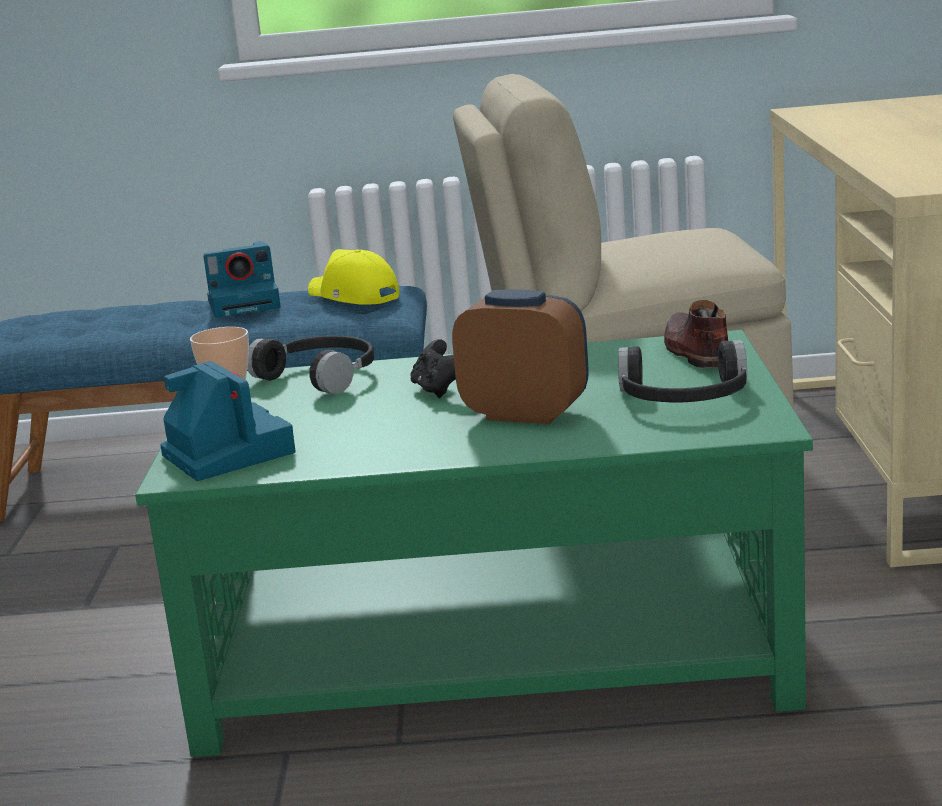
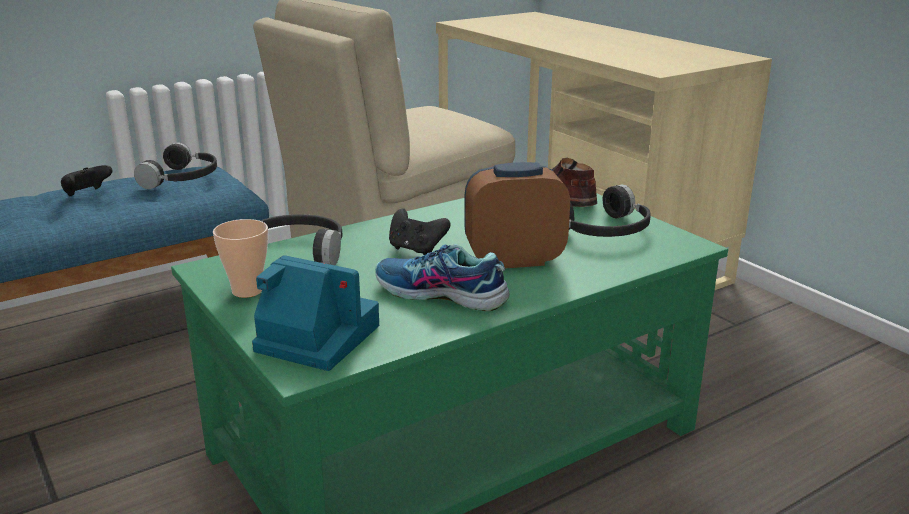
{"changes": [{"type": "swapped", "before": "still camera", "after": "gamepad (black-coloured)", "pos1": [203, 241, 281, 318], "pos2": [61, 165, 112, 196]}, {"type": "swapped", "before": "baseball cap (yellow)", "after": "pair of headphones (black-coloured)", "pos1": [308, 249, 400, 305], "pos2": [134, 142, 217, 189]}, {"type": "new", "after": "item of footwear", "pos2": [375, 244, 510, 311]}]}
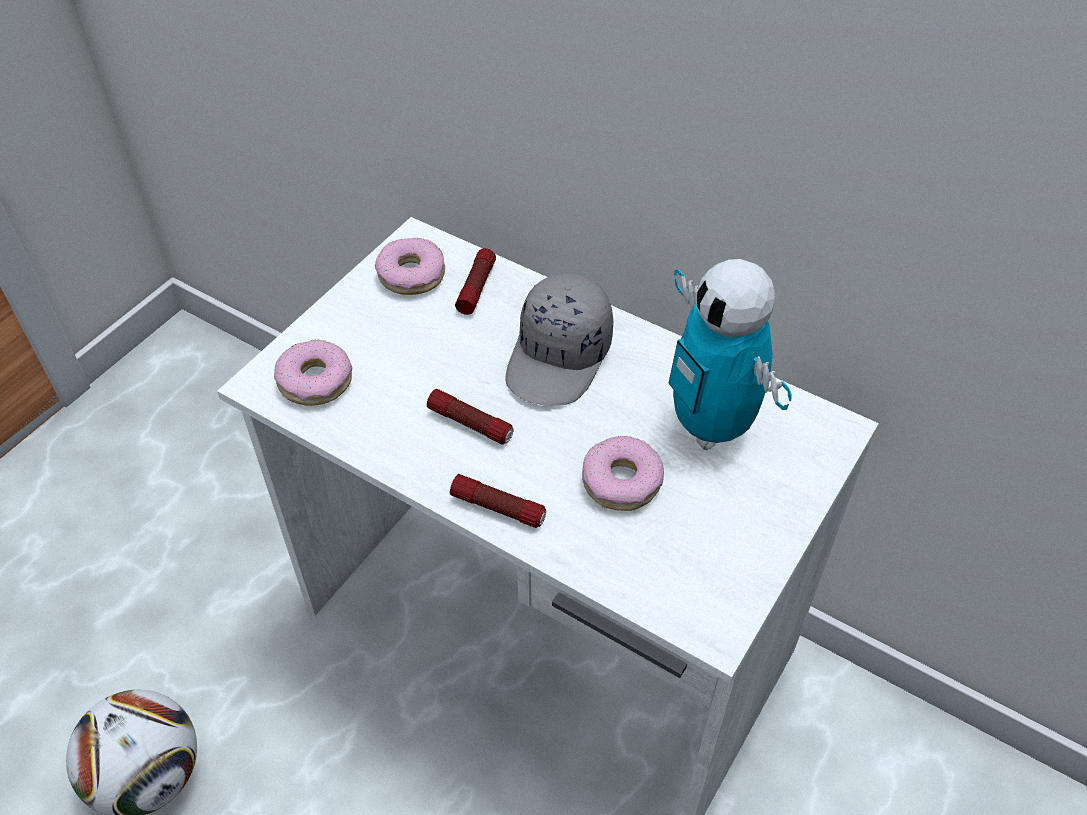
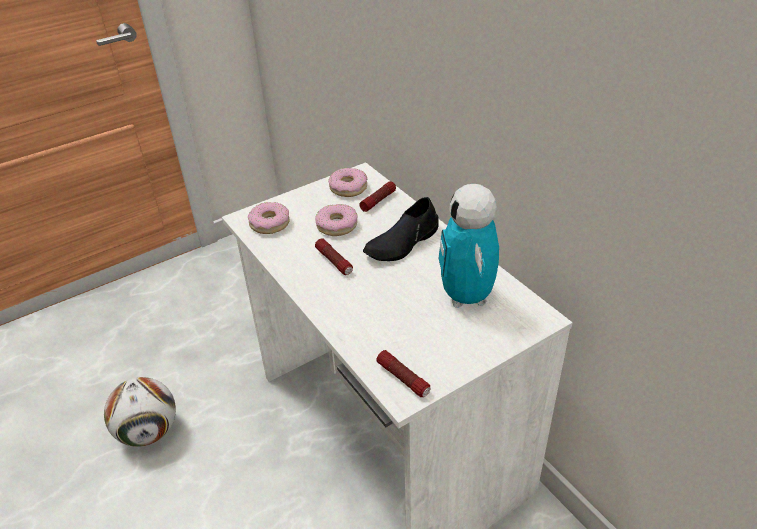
{"changes": [{"type": "shifted", "before": "doughnut", "pos1": [582, 436, 664, 511], "pos2": [315, 204, 358, 236]}, {"type": "swapped", "before": "baseball cap (greyish)", "after": "item of footwear (black-coloured)", "pos1": [506, 273, 613, 406], "pos2": [363, 197, 439, 261]}, {"type": "shifted", "before": "flashlight", "pos1": [450, 474, 546, 528], "pos2": [376, 350, 431, 397]}]}
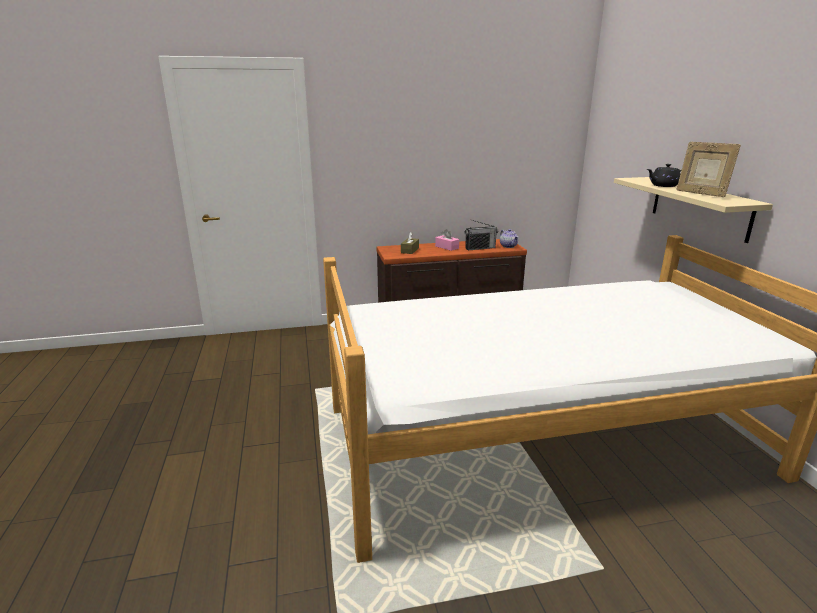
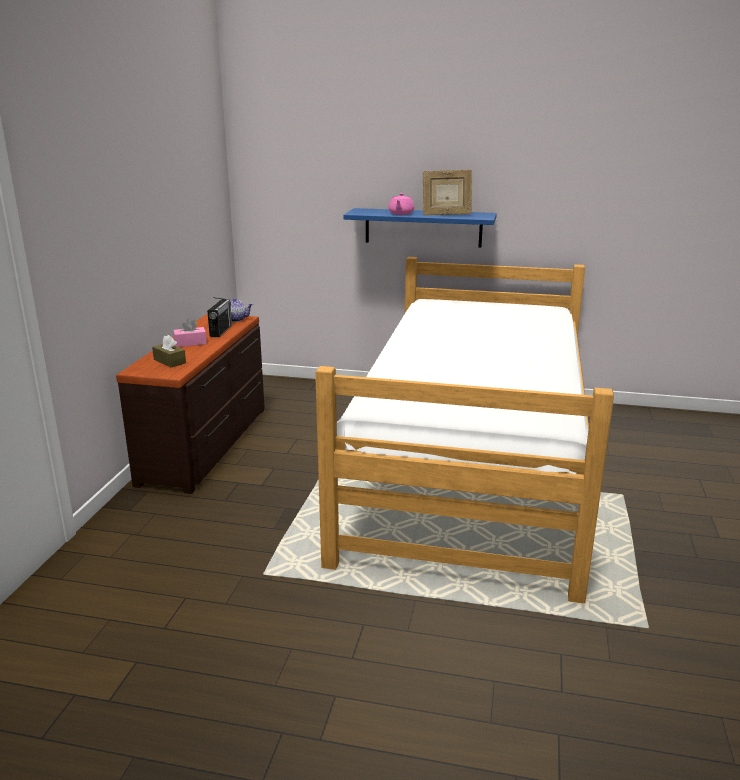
{"changes": [{"type": "repainted", "before": "wall shelf (beige)", "after": "wall shelf (bluish)", "pos1": [614, 177, 773, 243], "pos2": [343, 208, 497, 247]}, {"type": "repainted", "before": "pot for tea (black-coloured)", "after": "pot for tea (pink)", "pos1": [647, 164, 681, 187], "pos2": [389, 193, 414, 215]}]}
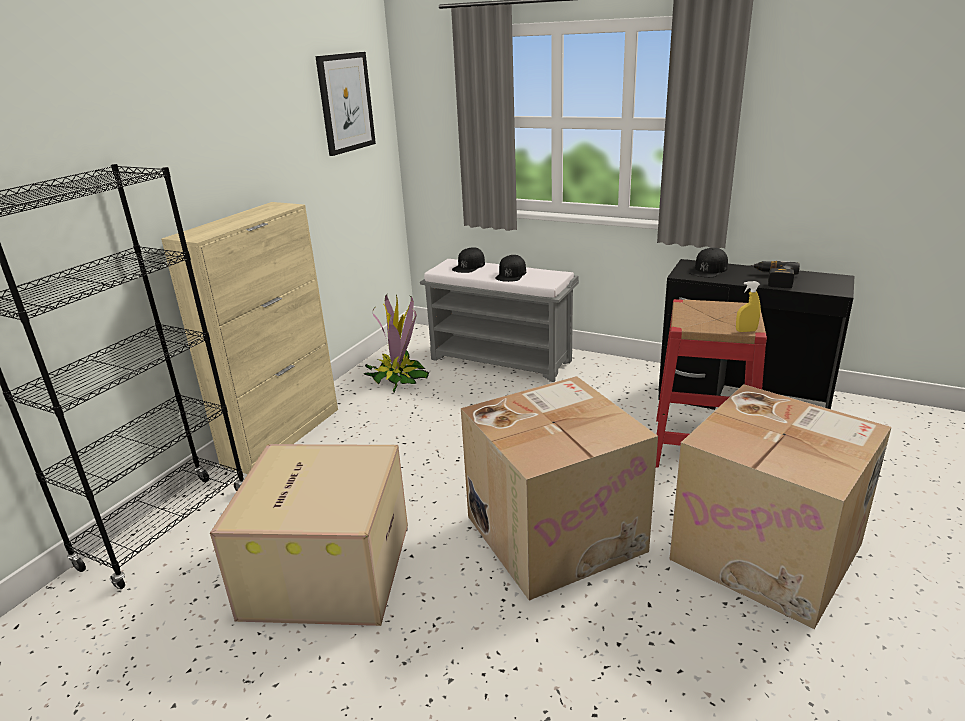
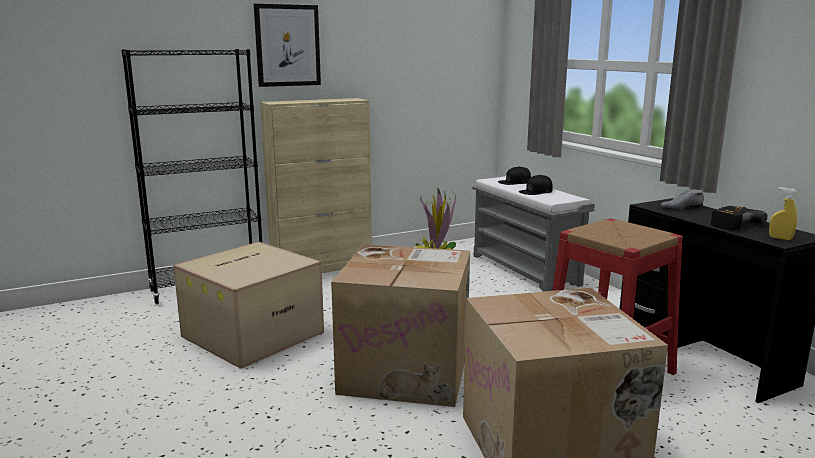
{"changes": [{"type": "shifted", "before": "wall picture", "pos1": [315, 52, 376, 156], "pos2": [254, 4, 321, 87]}, {"type": "swapped", "before": "baseball cap (black-coloured)", "after": "item of footwear (greyish)", "pos1": [689, 248, 728, 277], "pos2": [660, 190, 704, 210]}, {"type": "shifted", "before": "spray bottle (yellow)", "pos1": [736, 281, 761, 332], "pos2": [769, 187, 797, 240]}]}
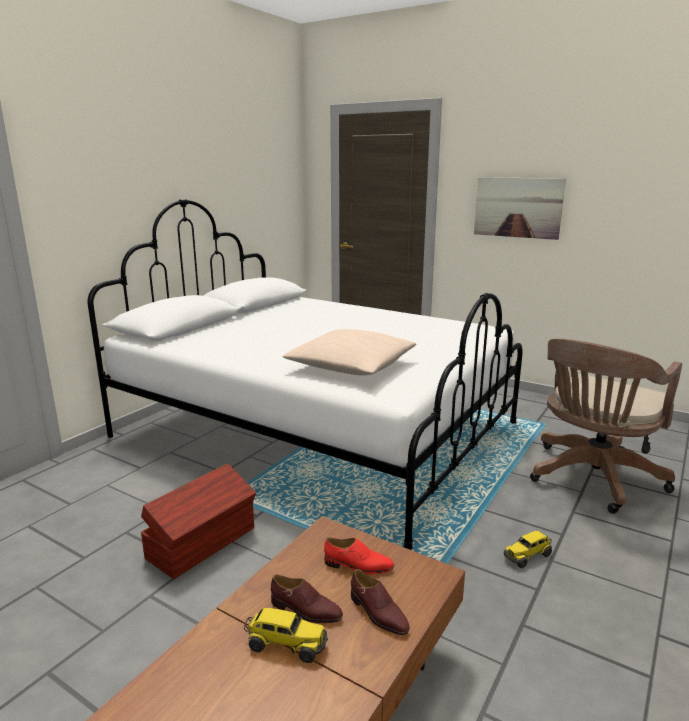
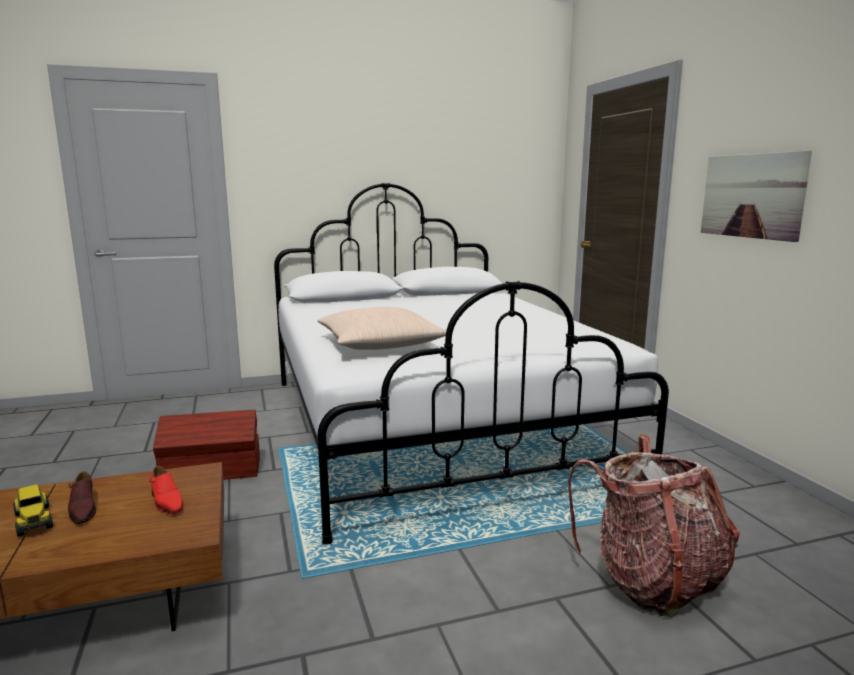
{"changes": [{"type": "swapped", "before": "desk chair (brown)", "after": "rucksack", "pos1": [530, 339, 682, 514], "pos2": [567, 434, 740, 617]}, {"type": "gone", "before": "item of footwear (brown)", "pos1": [351, 569, 410, 635]}, {"type": "gone", "before": "model truck", "pos1": [504, 531, 552, 568]}]}
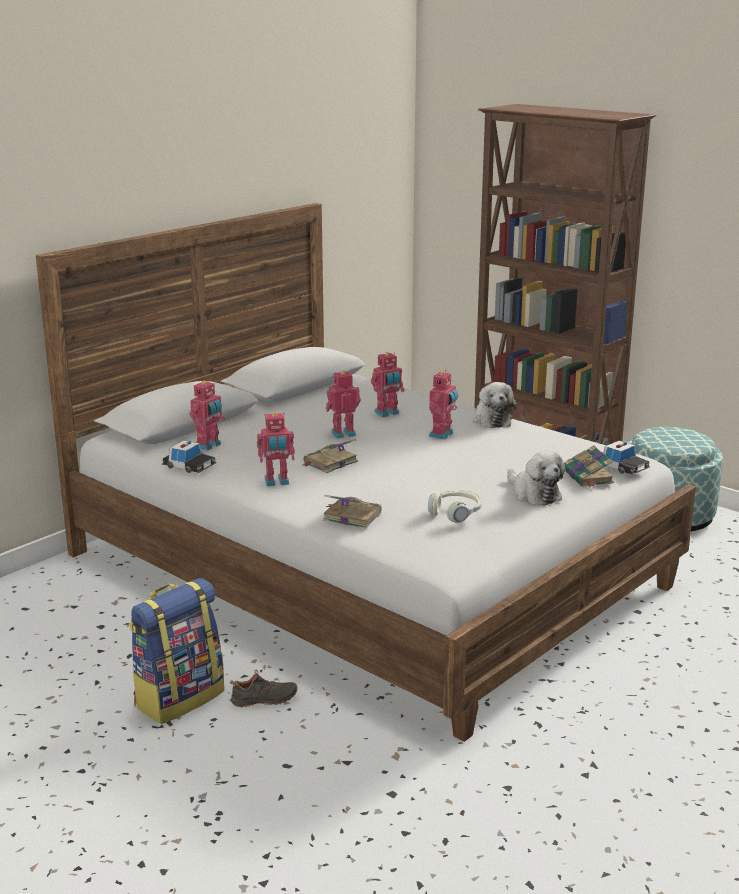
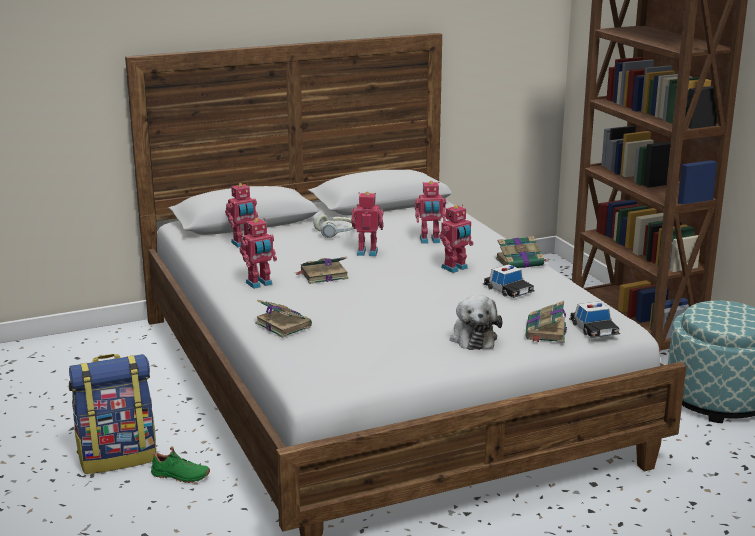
{"changes": [{"type": "repainted", "before": "item of footwear (black-coloured)", "after": "item of footwear (green-coloured)", "pos1": [230, 670, 297, 707], "pos2": [151, 446, 210, 483]}, {"type": "rotated", "before": "robot figure", "pos1": [257, 412, 295, 486], "pos2": [240, 218, 277, 289], "turn": -45}, {"type": "shifted", "before": "pair of headphones", "pos1": [428, 491, 482, 523], "pos2": [313, 214, 354, 238]}, {"type": "shifted", "before": "toy car", "pos1": [162, 440, 217, 473], "pos2": [483, 264, 535, 298]}, {"type": "swapped", "before": "cuddly toy", "after": "bound book", "pos1": [473, 382, 517, 428], "pos2": [496, 236, 547, 268]}]}
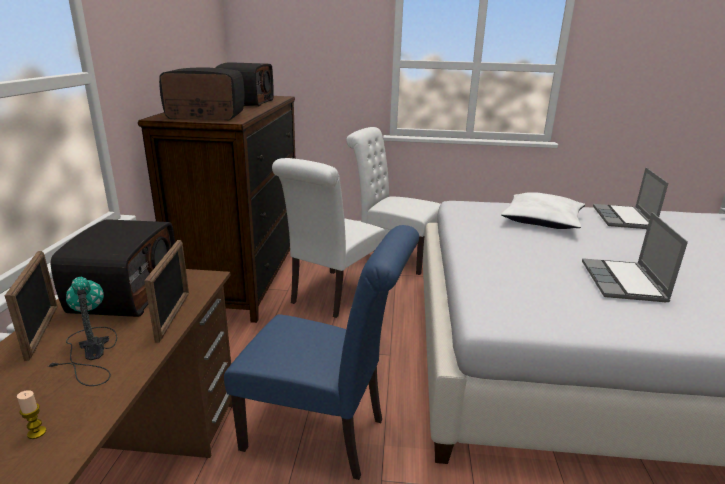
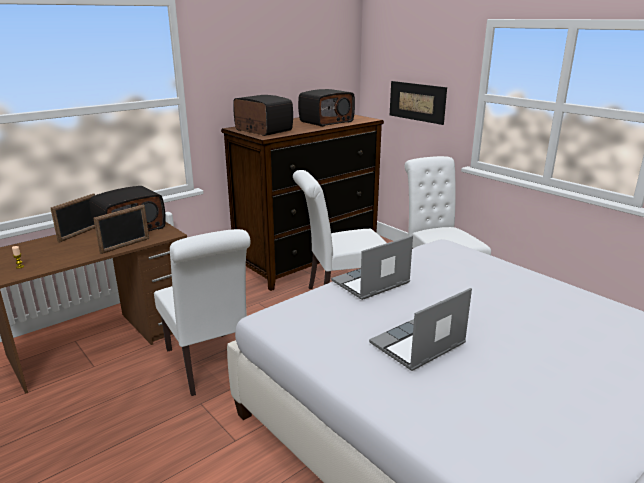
{"changes": [{"type": "repainted", "before": "upright chair (bluish)", "after": "upright chair (whitish)", "pos1": [224, 225, 419, 480], "pos2": [154, 229, 251, 396]}, {"type": "shifted", "before": "laptop", "pos1": [593, 168, 669, 229], "pos2": [331, 236, 413, 300]}, {"type": "new", "after": "wall picture", "pos2": [390, 81, 447, 125]}, {"type": "gone", "before": "tabletop lamp", "pos1": [49, 277, 117, 386]}, {"type": "gone", "before": "cushion (whitish)", "pos1": [501, 192, 585, 229]}]}
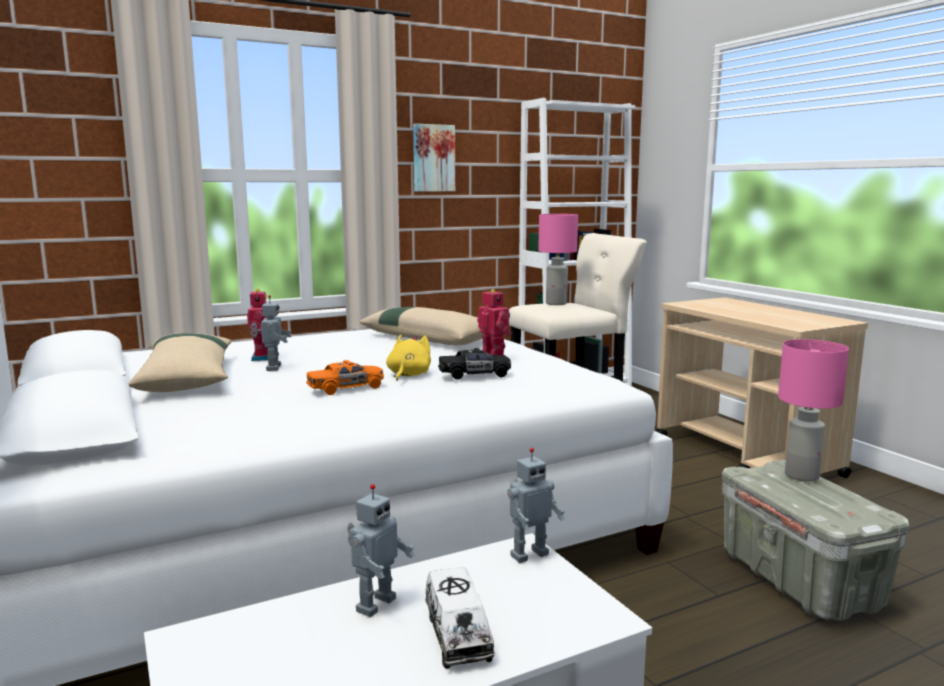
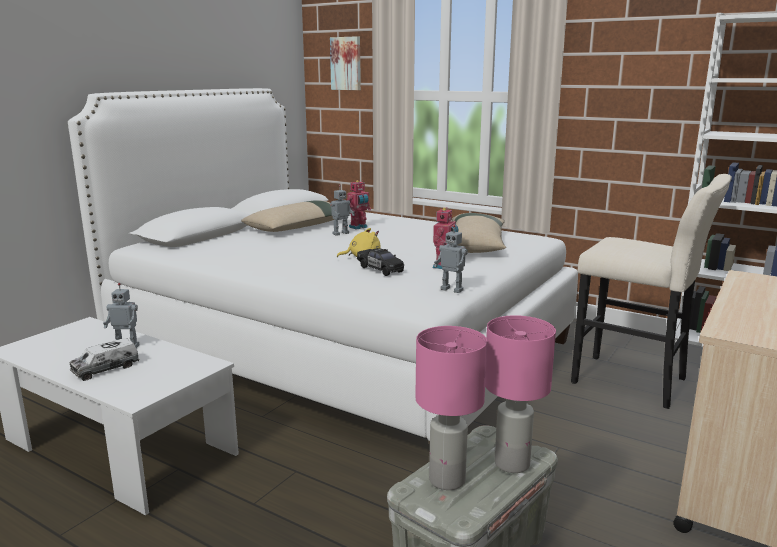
{"changes": [{"type": "shifted", "before": "wall picture", "pos1": [413, 124, 455, 191], "pos2": [330, 36, 361, 90]}, {"type": "shifted", "before": "tabletop lamp (pink)", "pos1": [538, 214, 578, 305], "pos2": [415, 326, 487, 490]}, {"type": "shifted", "before": "robot figure", "pos1": [507, 448, 565, 563], "pos2": [434, 225, 468, 293]}, {"type": "gone", "before": "toy car (orange)", "pos1": [306, 360, 384, 395]}]}
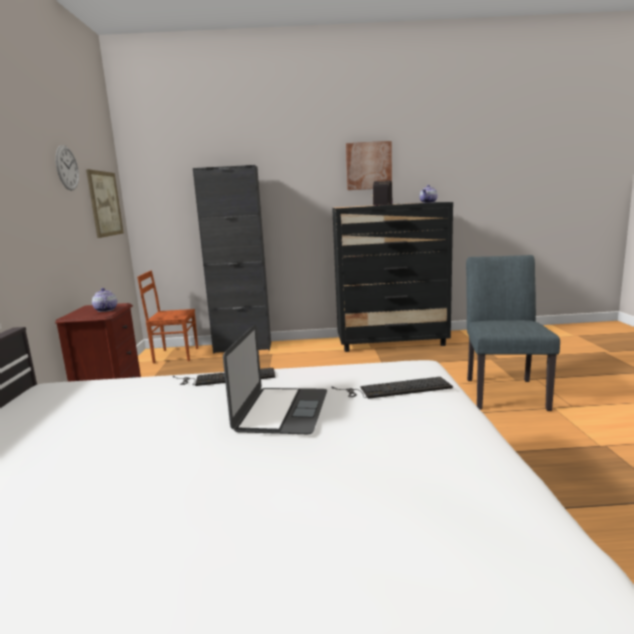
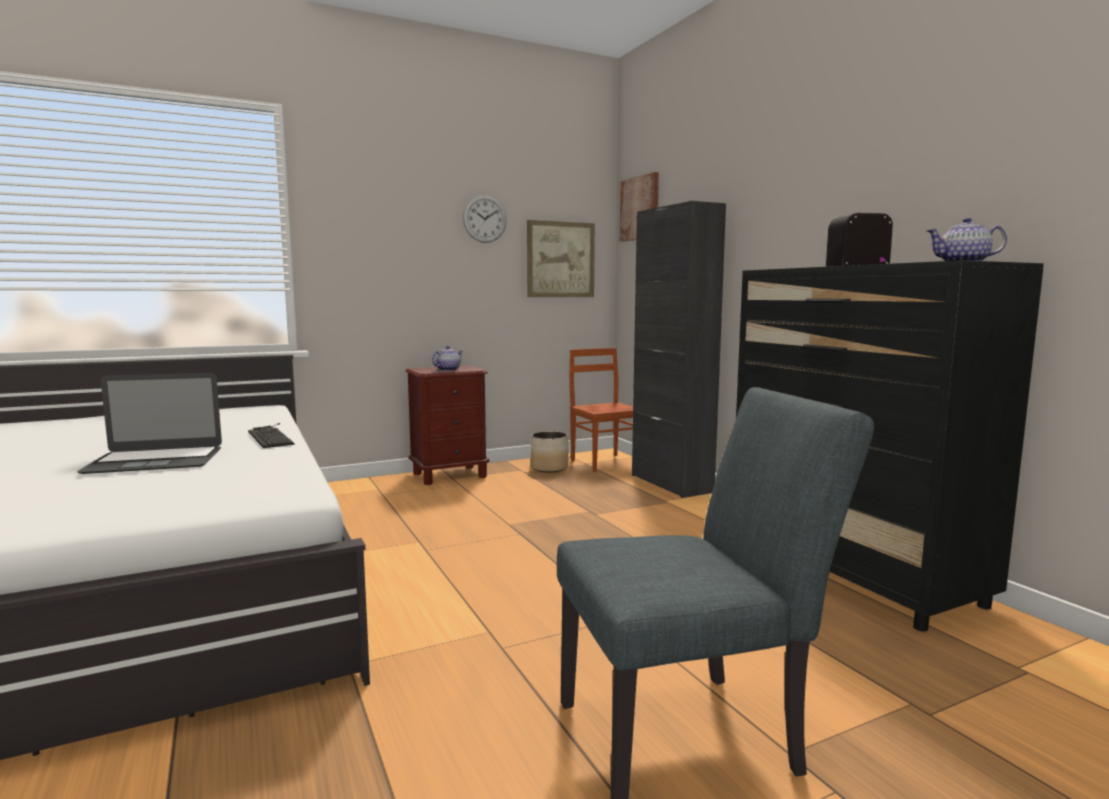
{"changes": [{"type": "new", "after": "flower pot", "pos2": [531, 431, 568, 472]}, {"type": "shifted", "before": "wall picture", "pos1": [346, 141, 392, 190], "pos2": [620, 172, 659, 242]}, {"type": "gone", "before": "keyboard", "pos1": [331, 377, 453, 399]}]}
